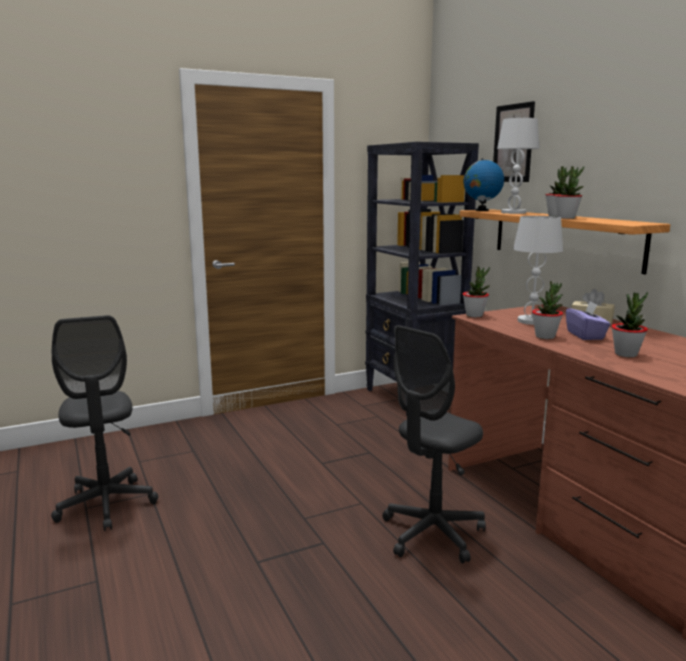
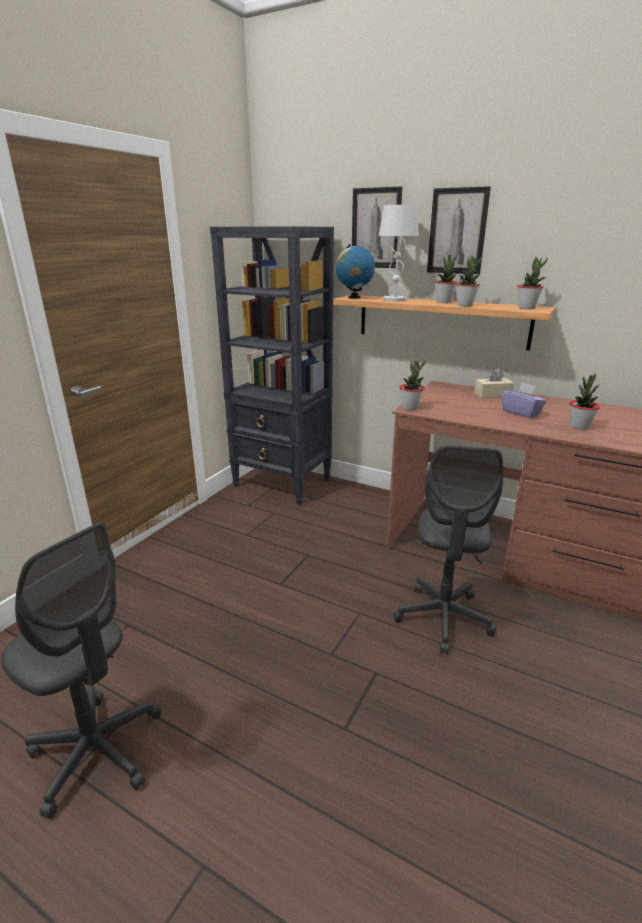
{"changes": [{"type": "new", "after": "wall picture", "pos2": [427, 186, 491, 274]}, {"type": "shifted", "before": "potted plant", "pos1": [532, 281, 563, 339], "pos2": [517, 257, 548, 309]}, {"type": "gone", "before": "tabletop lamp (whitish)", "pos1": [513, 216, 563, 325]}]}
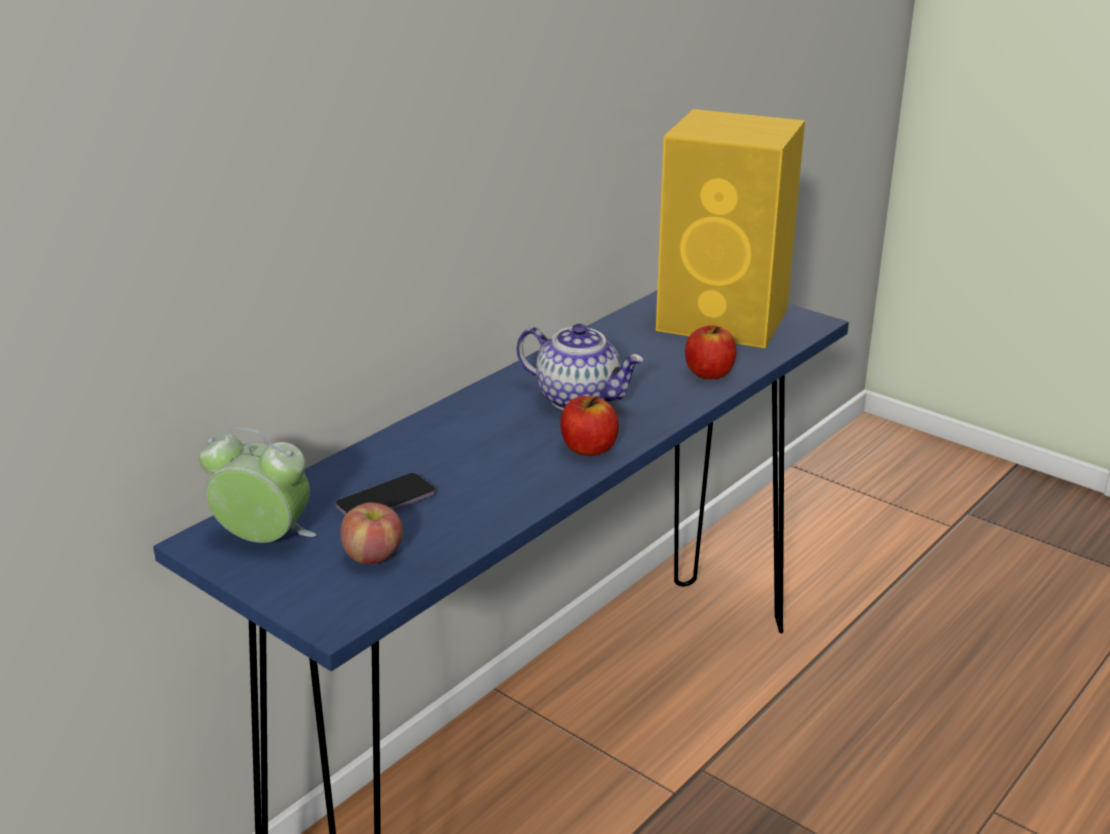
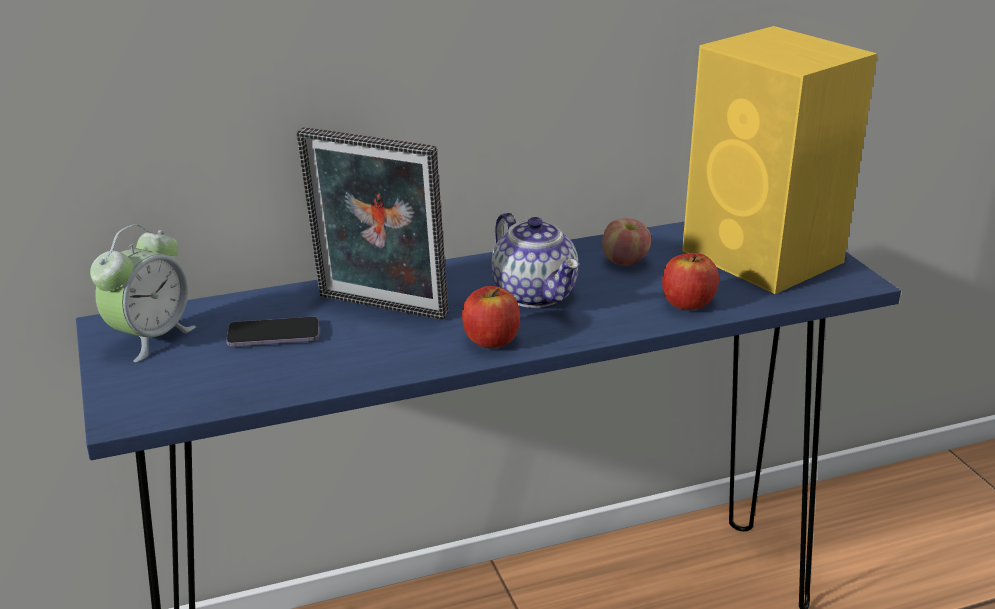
{"changes": [{"type": "rotated", "before": "table clock", "pos1": [199, 427, 316, 543], "pos2": [90, 225, 196, 362], "turn": 75}, {"type": "new", "after": "picture frame", "pos2": [296, 127, 448, 320]}, {"type": "shifted", "before": "apple fruit", "pos1": [340, 502, 403, 564], "pos2": [602, 218, 651, 266]}]}
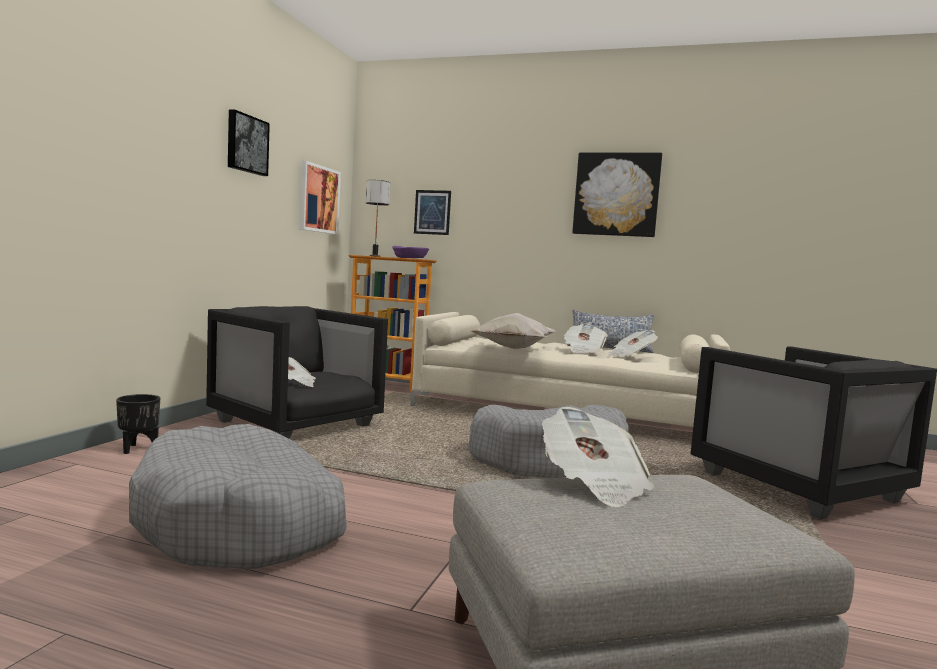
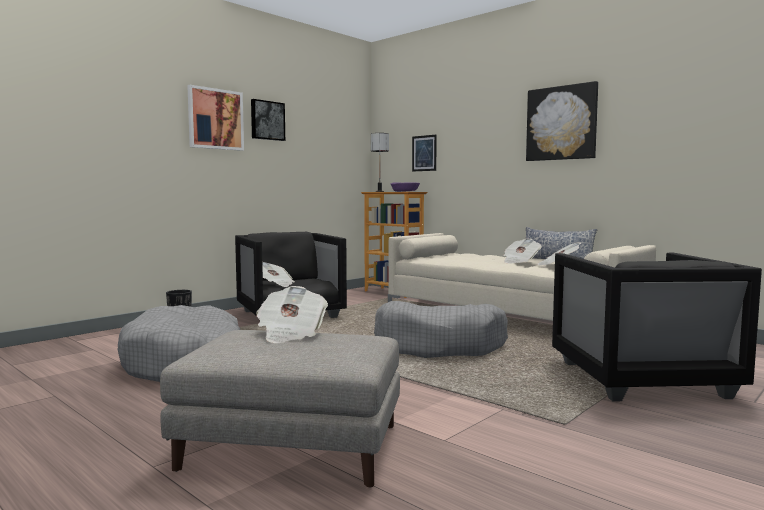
{"changes": [{"type": "shifted", "before": "wall picture", "pos1": [299, 161, 341, 234], "pos2": [187, 85, 244, 151]}, {"type": "gone", "before": "cushion (whitish)", "pos1": [469, 313, 555, 349]}]}
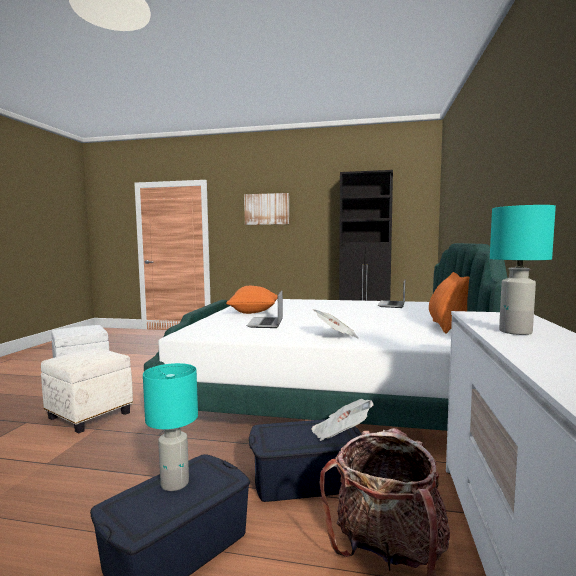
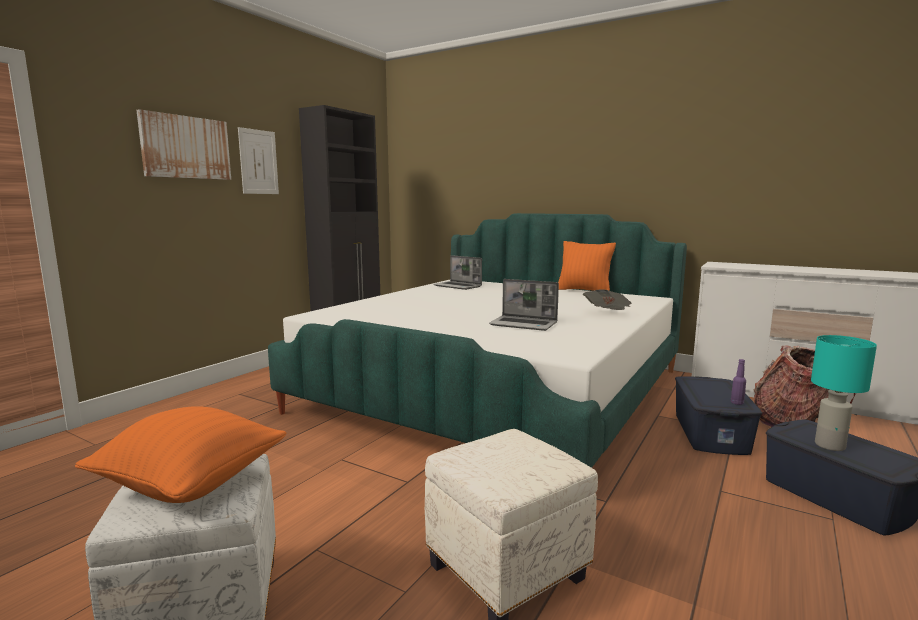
{"changes": [{"type": "shifted", "before": "cushion (orange)", "pos1": [226, 286, 278, 314], "pos2": [75, 406, 287, 503]}, {"type": "new", "after": "wall picture", "pos2": [238, 127, 279, 194]}, {"type": "new", "after": "bottle (purple)", "pos2": [731, 359, 746, 405]}, {"type": "gone", "before": "daily paper", "pos1": [312, 399, 374, 441]}, {"type": "gone", "before": "tabletop lamp (turquoise)", "pos1": [490, 205, 556, 335]}]}
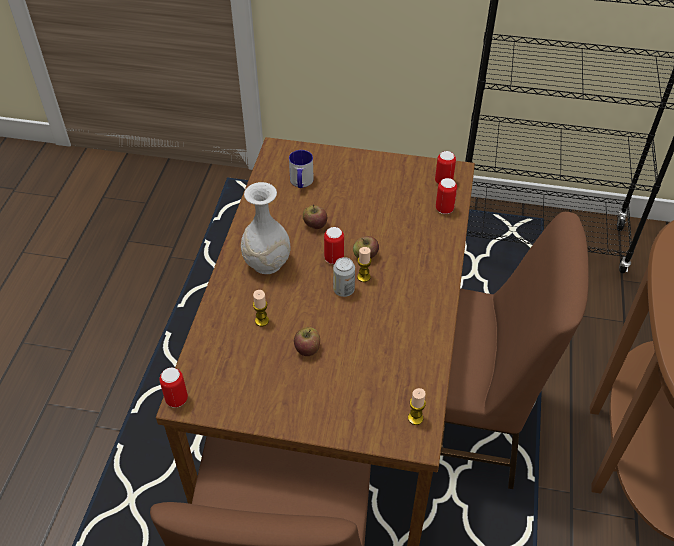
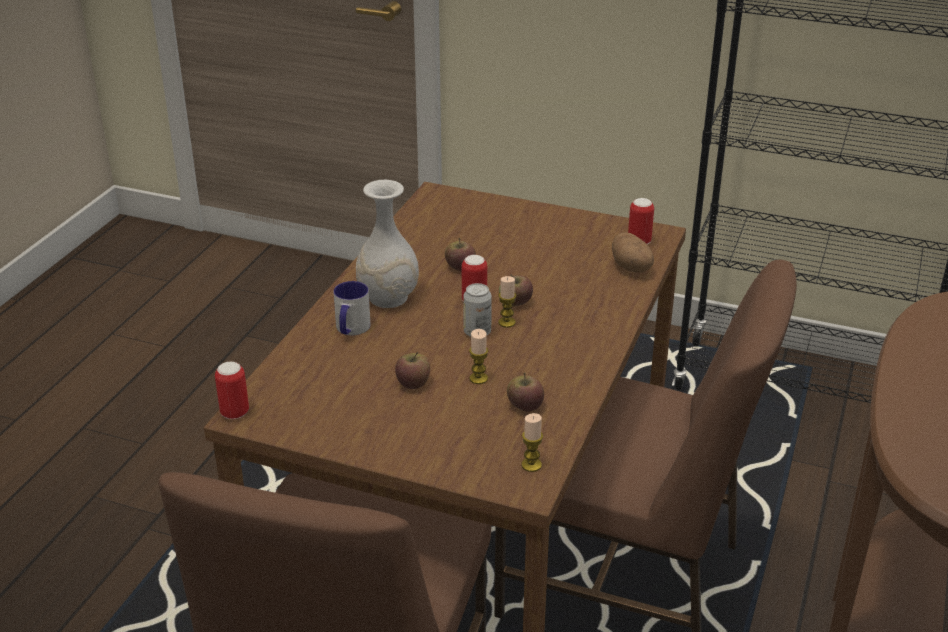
{"changes": [{"type": "shifted", "before": "coffee mug", "pos1": [289, 150, 314, 188], "pos2": [333, 281, 371, 335]}, {"type": "shifted", "before": "candle", "pos1": [253, 290, 269, 326], "pos2": [469, 329, 488, 384]}, {"type": "new", "after": "apple fruit", "pos2": [507, 372, 544, 412]}, {"type": "swapped", "before": "sealed can", "after": "spud", "pos1": [436, 178, 457, 214], "pos2": [612, 232, 654, 273]}]}
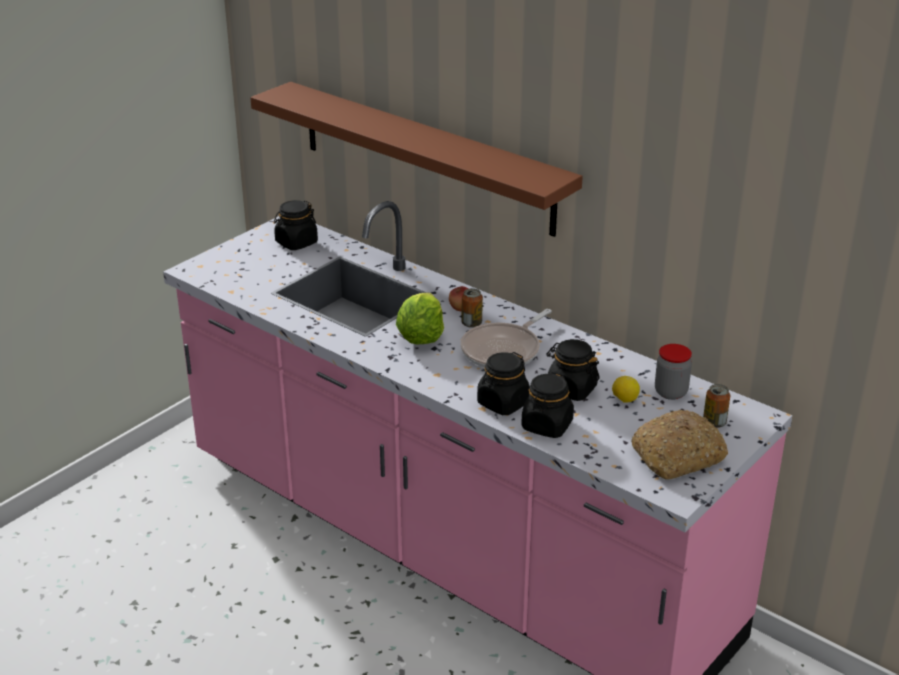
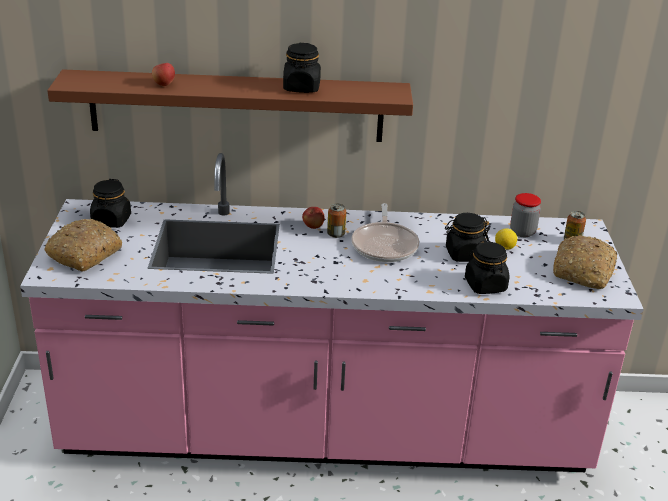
{"changes": [{"type": "new", "after": "bread", "pos2": [44, 219, 122, 272]}, {"type": "new", "after": "apple fruit", "pos2": [152, 63, 175, 86]}, {"type": "shifted", "before": "storage jar (black-coloured)", "pos1": [477, 352, 530, 415], "pos2": [283, 43, 321, 93]}, {"type": "gone", "before": "lettuce", "pos1": [396, 293, 444, 345]}]}
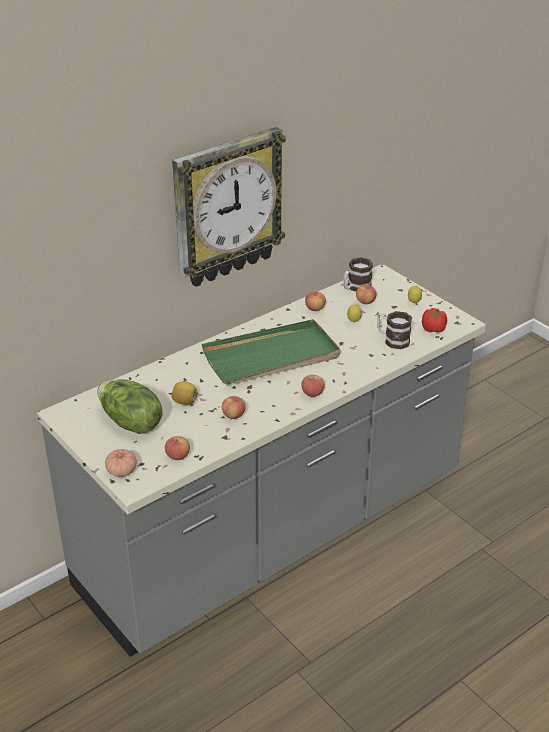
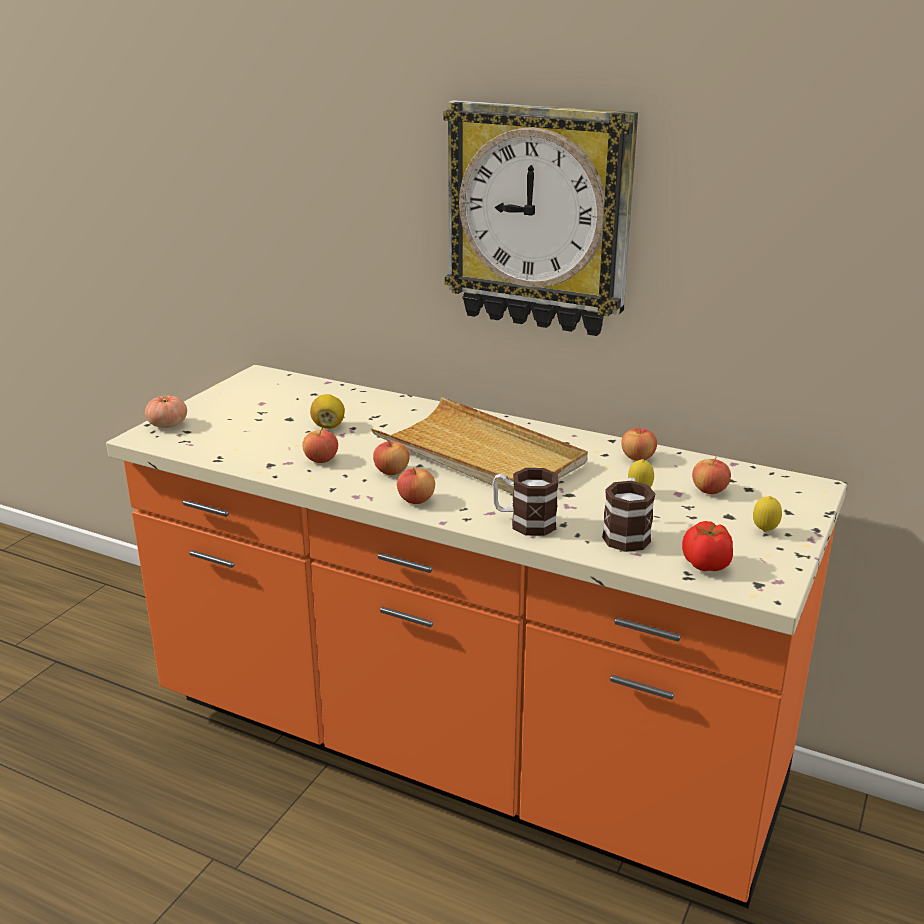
{"changes": [{"type": "repainted", "before": "kitchen counter (greyish)", "after": "kitchen counter (orange)", "pos1": [37, 264, 486, 657], "pos2": [106, 365, 847, 908]}, {"type": "repainted", "before": "tray (green-coloured)", "after": "tray (beige)", "pos1": [202, 319, 340, 385], "pos2": [371, 397, 588, 494]}, {"type": "shifted", "before": "apple fruit", "pos1": [165, 436, 190, 460], "pos2": [373, 440, 409, 475]}, {"type": "shifted", "before": "coffee mug", "pos1": [343, 257, 373, 291], "pos2": [492, 468, 559, 536]}, {"type": "gone", "before": "lettuce", "pos1": [97, 379, 163, 434]}]}
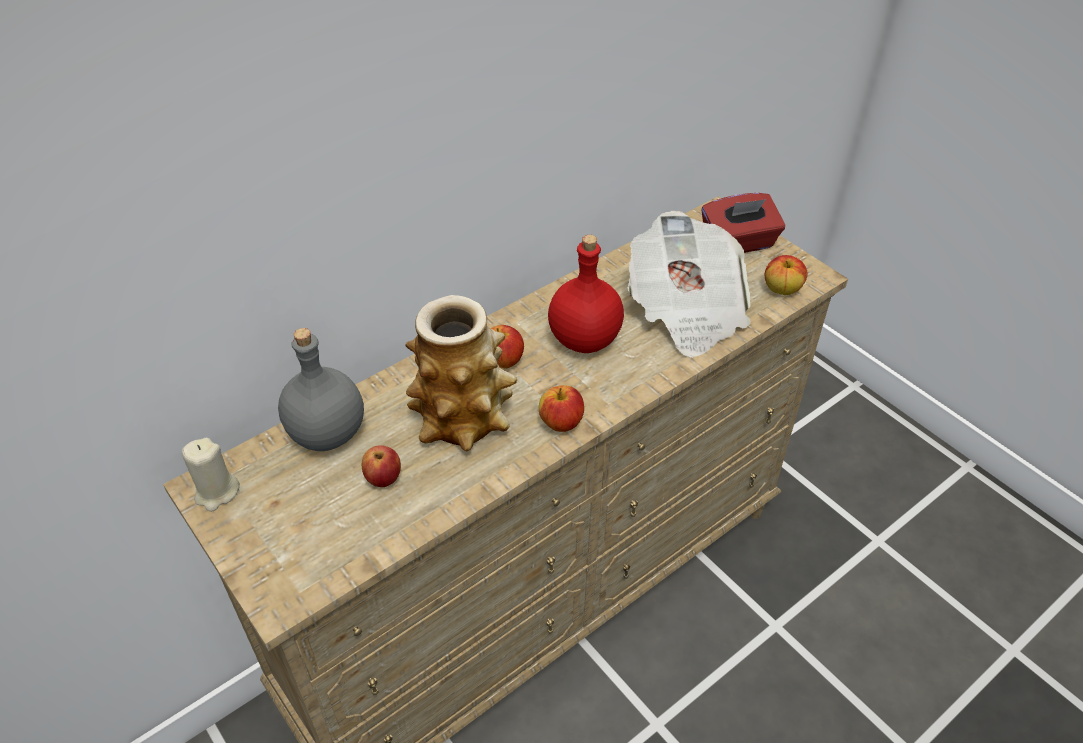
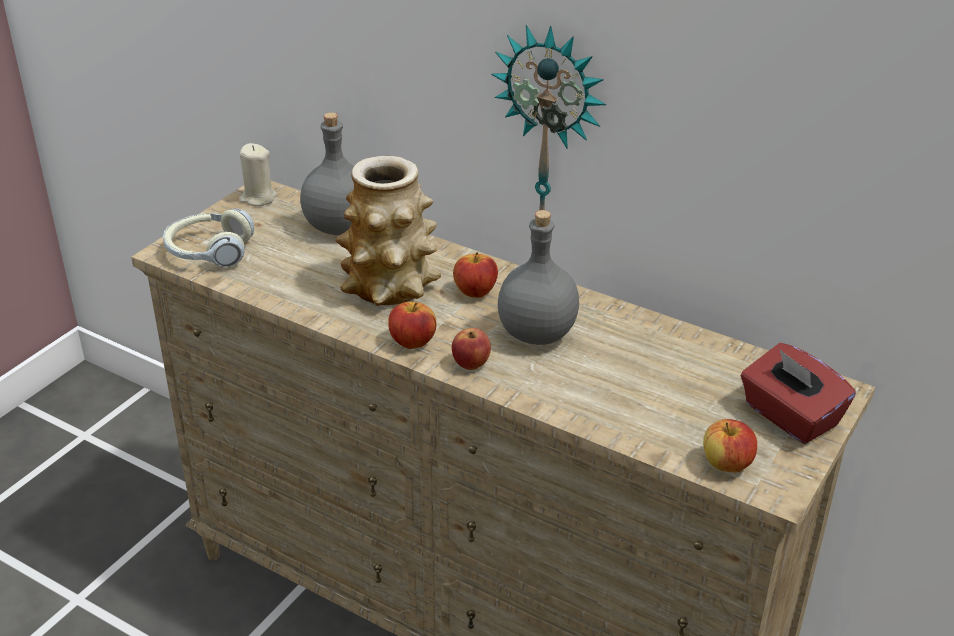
{"changes": [{"type": "new", "after": "pair of headphones", "pos2": [163, 208, 254, 267]}, {"type": "shifted", "before": "apple fruit", "pos1": [362, 445, 401, 487], "pos2": [452, 328, 491, 370]}, {"type": "new", "after": "wall clock", "pos2": [491, 25, 606, 210]}, {"type": "repainted", "before": "bottle (red)", "after": "bottle (greyish)", "pos1": [548, 235, 624, 353], "pos2": [498, 210, 579, 345]}, {"type": "gone", "before": "daily paper", "pos1": [628, 211, 751, 358]}]}
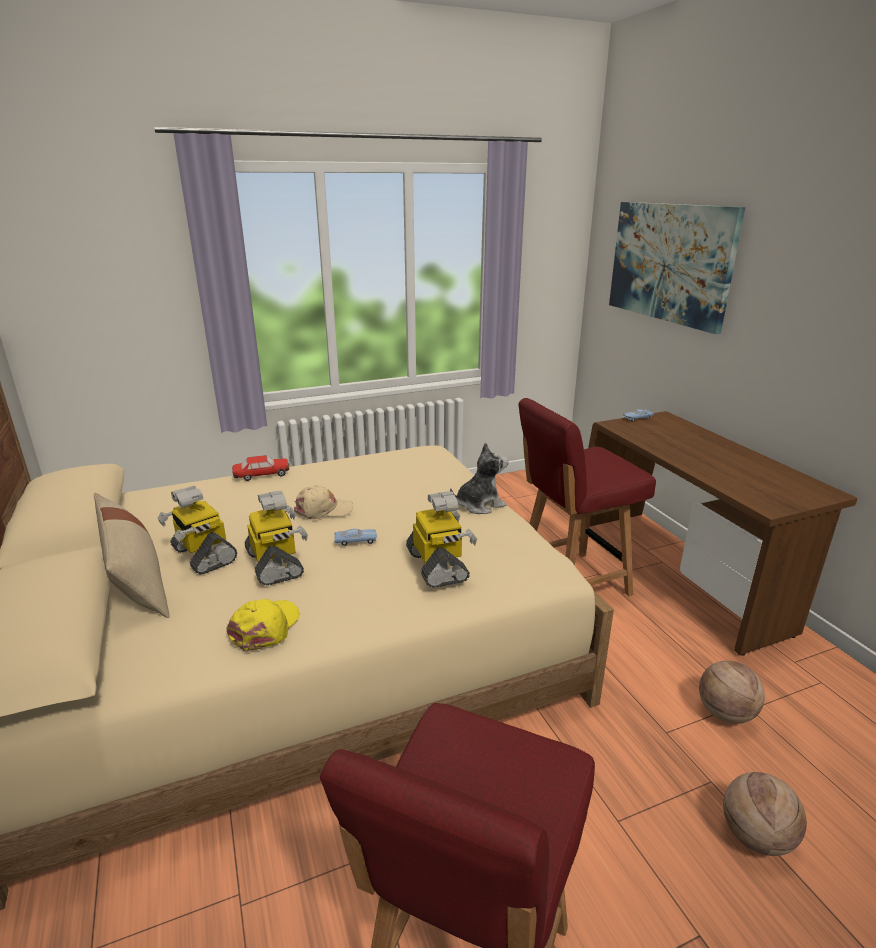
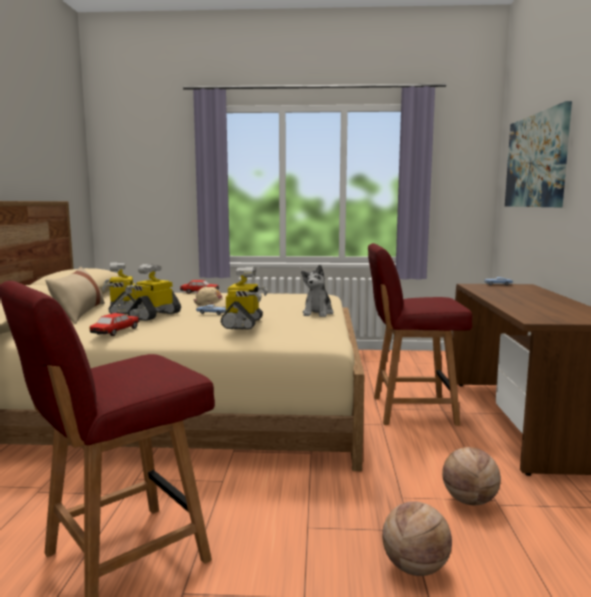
{"changes": [{"type": "swapped", "before": "baseball cap (yellow)", "after": "toy car", "pos1": [227, 599, 300, 652], "pos2": [89, 313, 140, 336]}, {"type": "rotated", "before": "robot figure", "pos1": [245, 490, 308, 585], "pos2": [125, 264, 181, 321], "turn": -150}, {"type": "rotated", "before": "cuddly toy", "pos1": [450, 443, 509, 514], "pos2": [301, 265, 333, 317], "turn": 105}]}
